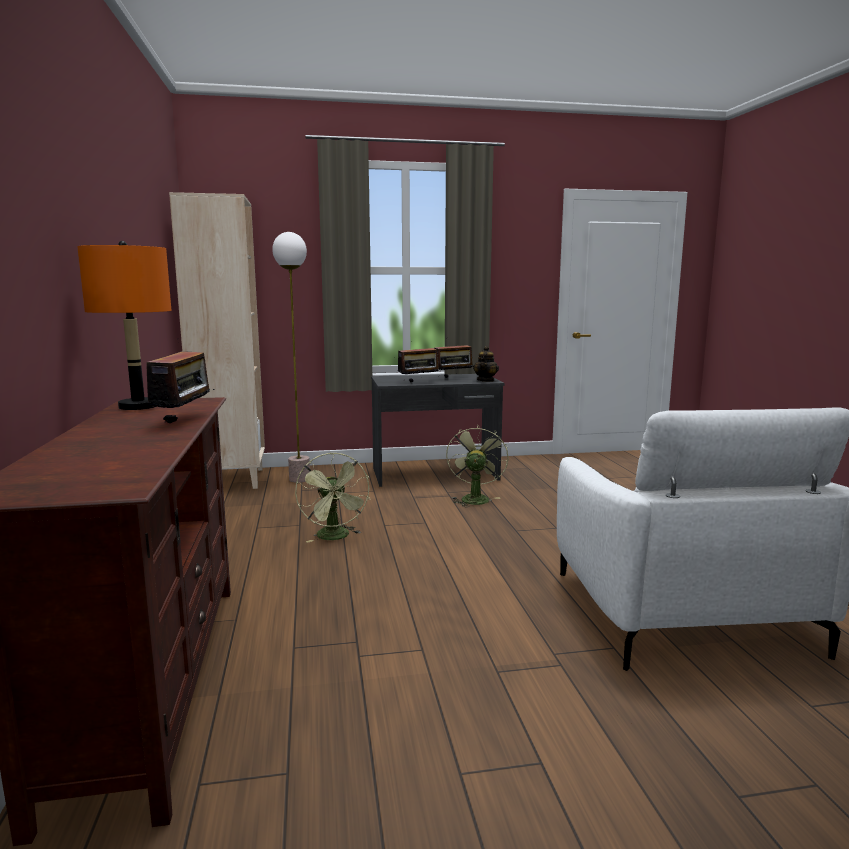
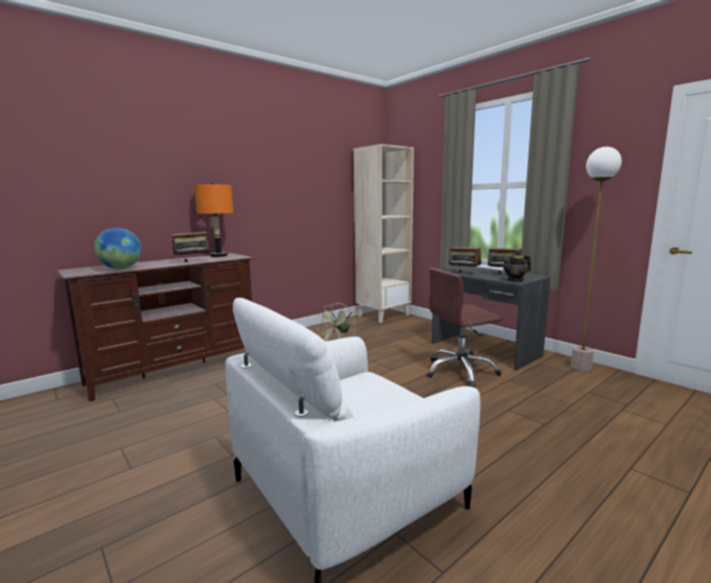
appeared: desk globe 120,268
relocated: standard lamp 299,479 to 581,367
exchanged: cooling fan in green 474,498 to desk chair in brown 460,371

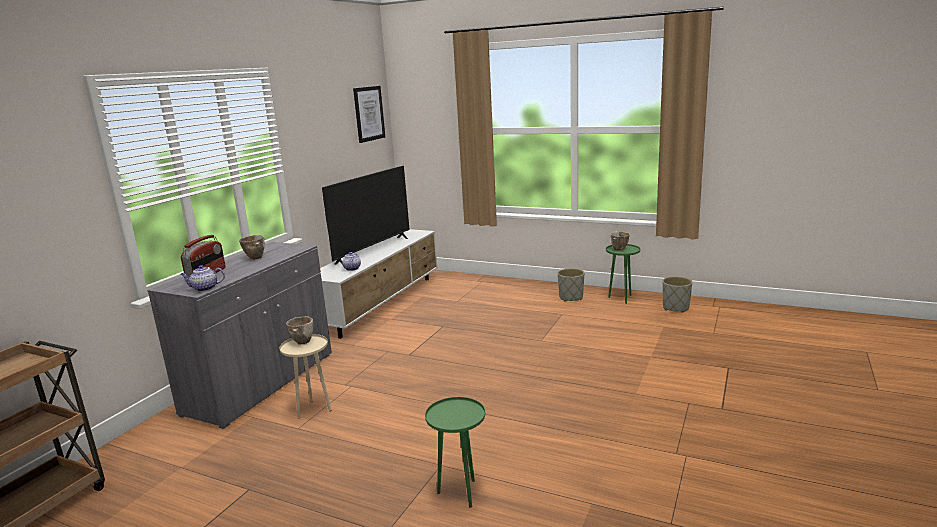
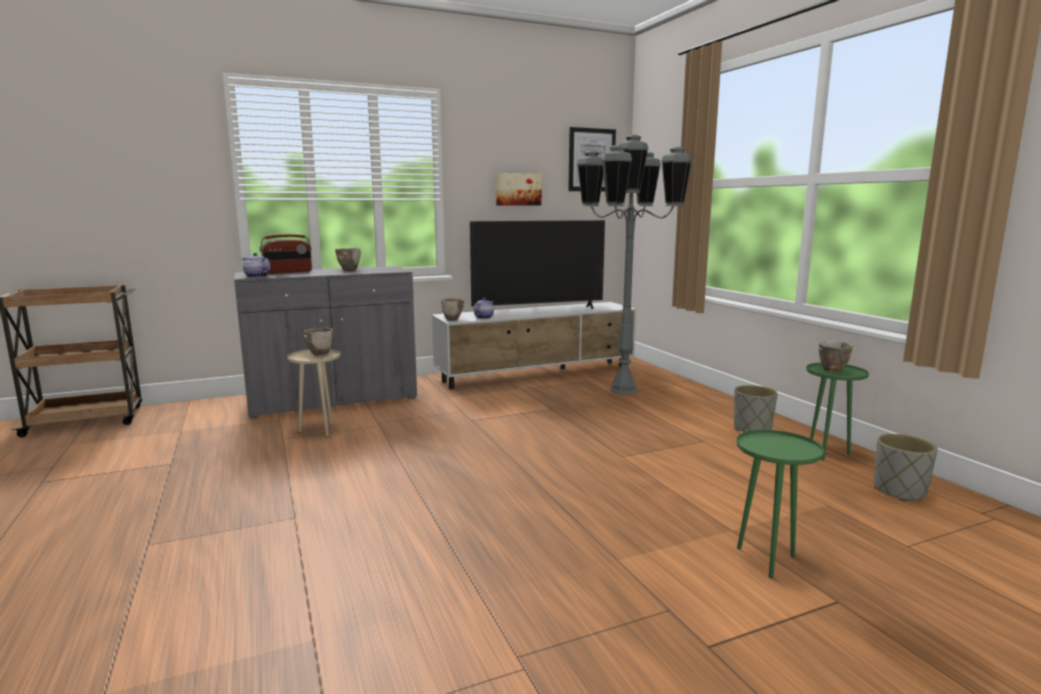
appeared: serving bowl 453,319; wall picture 518,189; standard lamp in grey 624,390
relocated: side table in green 460,493 to 767,559

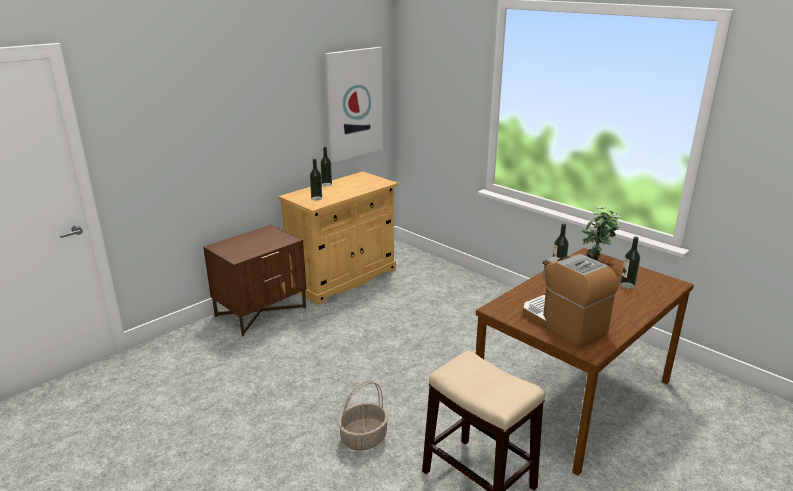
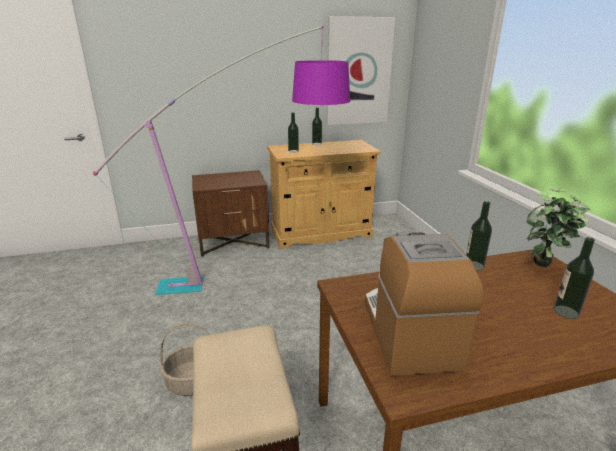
appeared: standard lamp 258,279

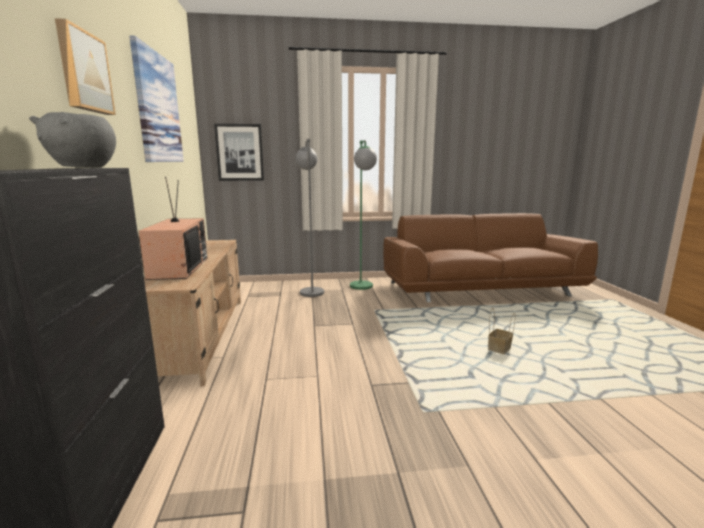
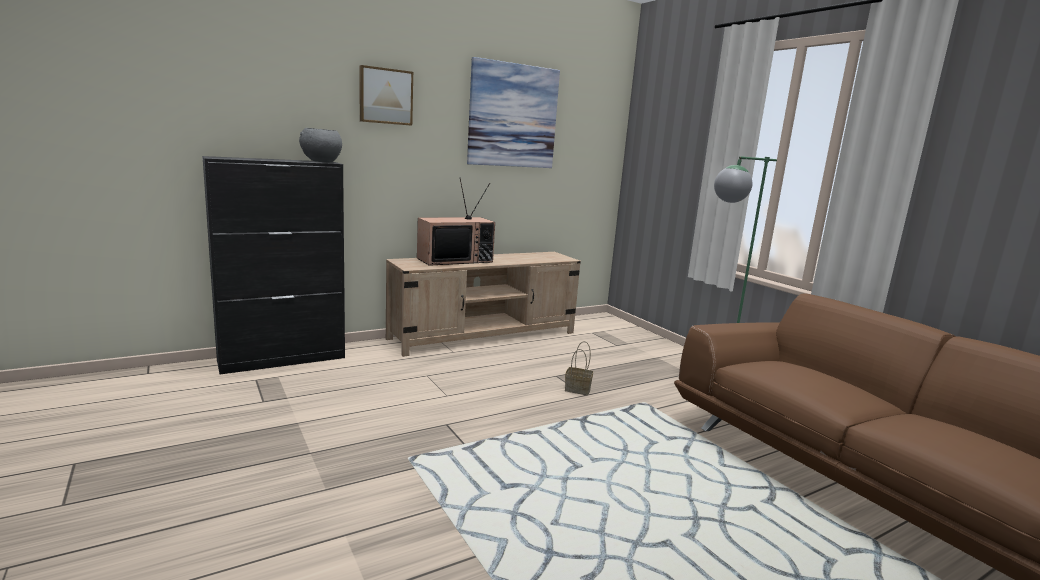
missing: wall picture 240,152; standard lamp in grey 311,290
relocated: household basket 499,349 to 578,389

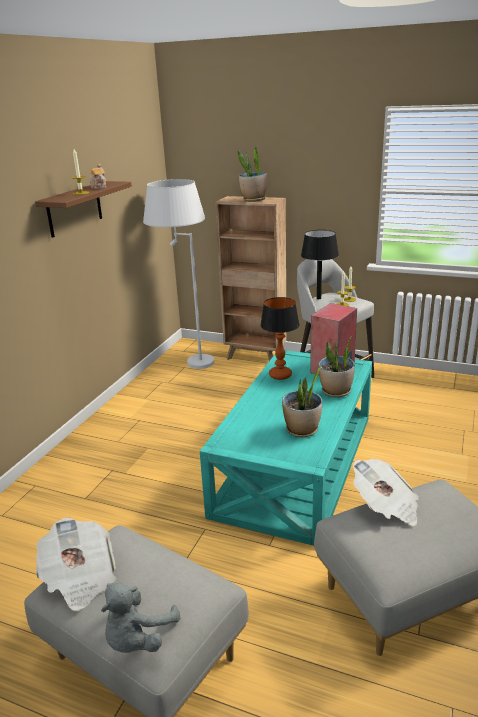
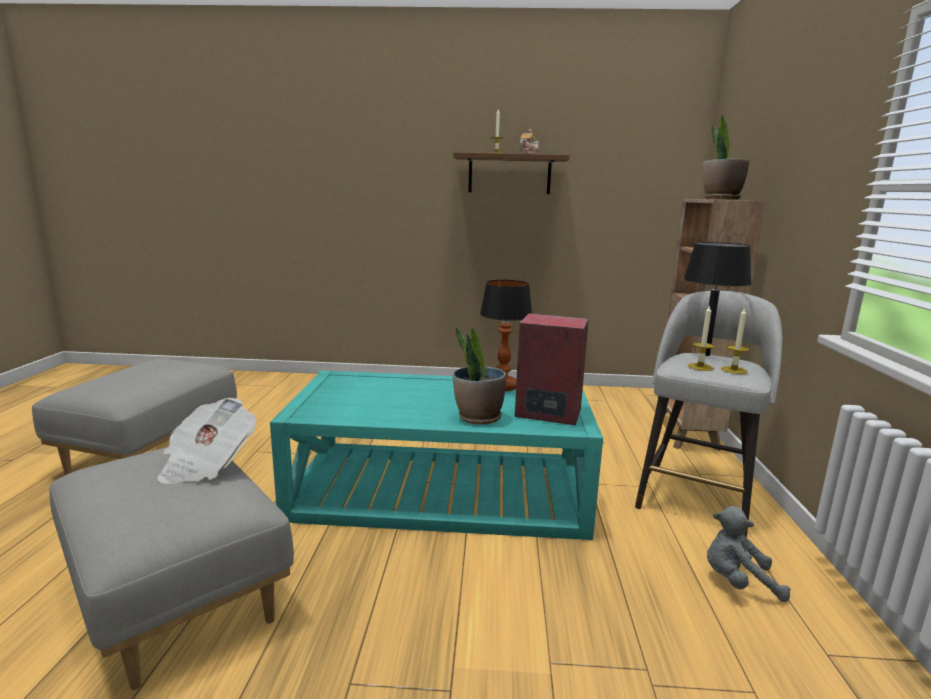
missing: newspaper 79,578; standard lamp in white-coloured 187,360; potted plant 302,430
relocated: soft toy in grey 138,639 to 737,582

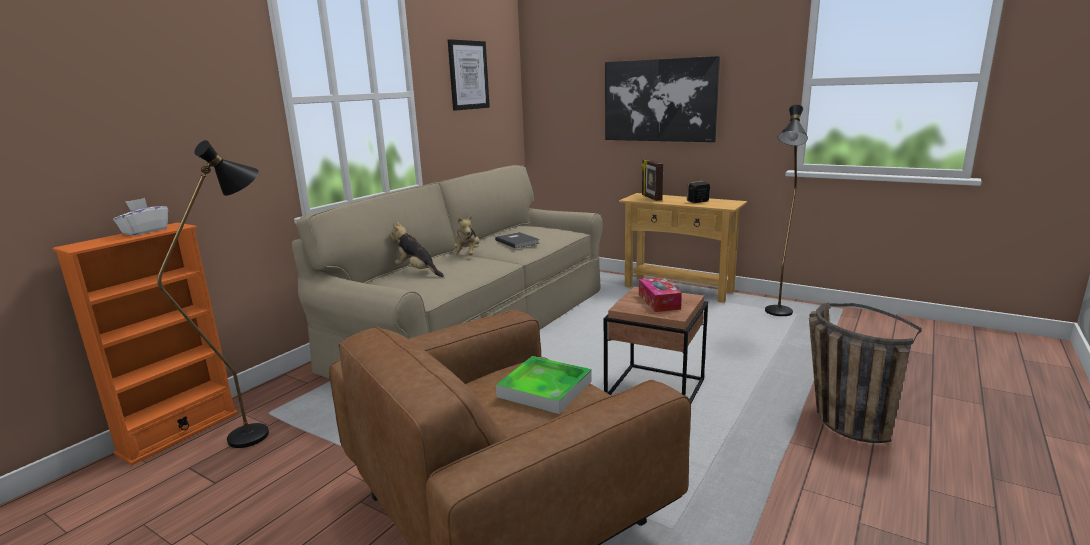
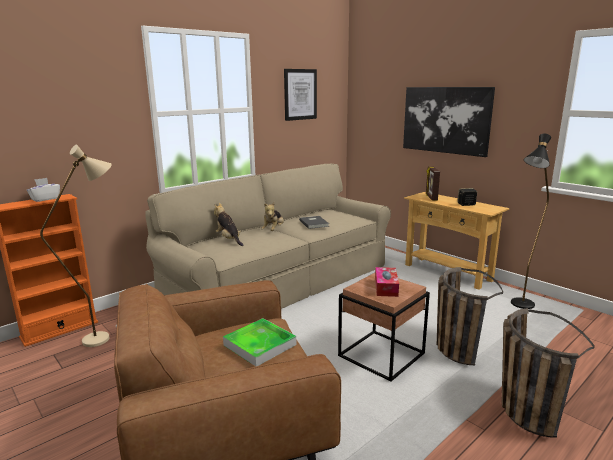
appeared: household basket 453,345
colour: standard lamp in black-coloured 262,430 to standard lamp in beige-coloured 106,336

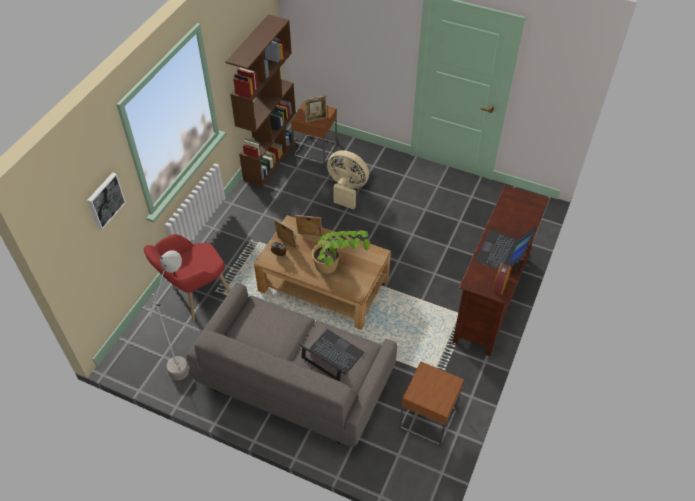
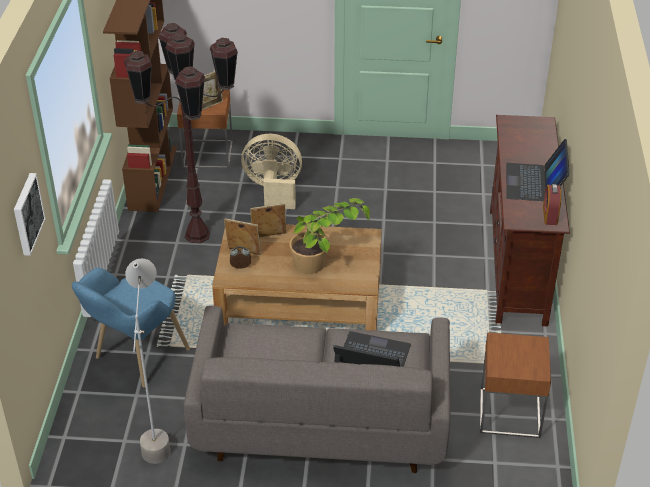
appeared: standard lamp in brown 196,235
colour: lounge chair in reddish 196,298 to lounge chair in blue 134,361

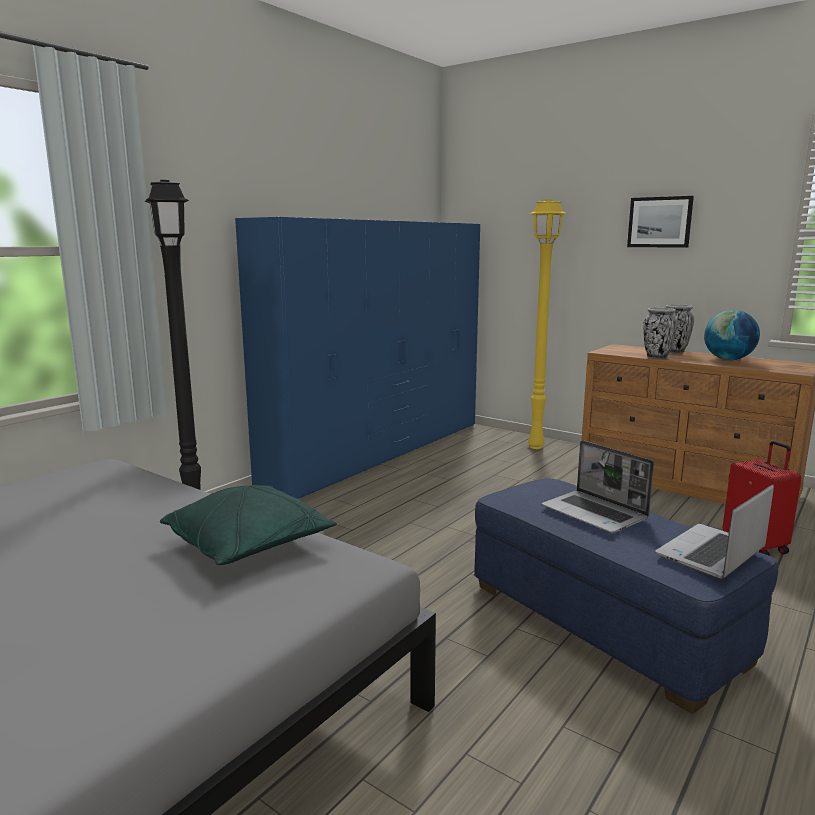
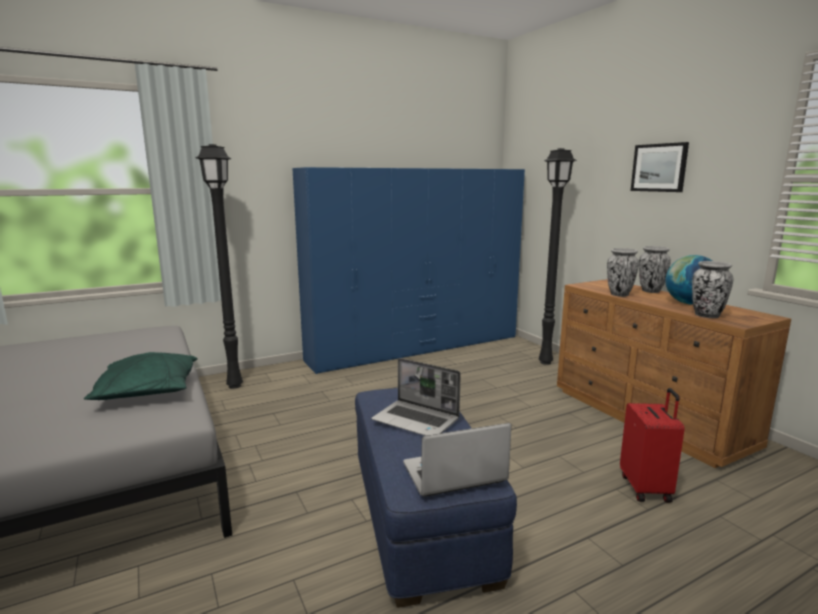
appeared: decorative vase 706,316
colour: standard lamp in yellowish 534,447 to standard lamp in black-coloured 544,362
spun: laptop 595,513 = 417,420 45 degrees counterclockwise

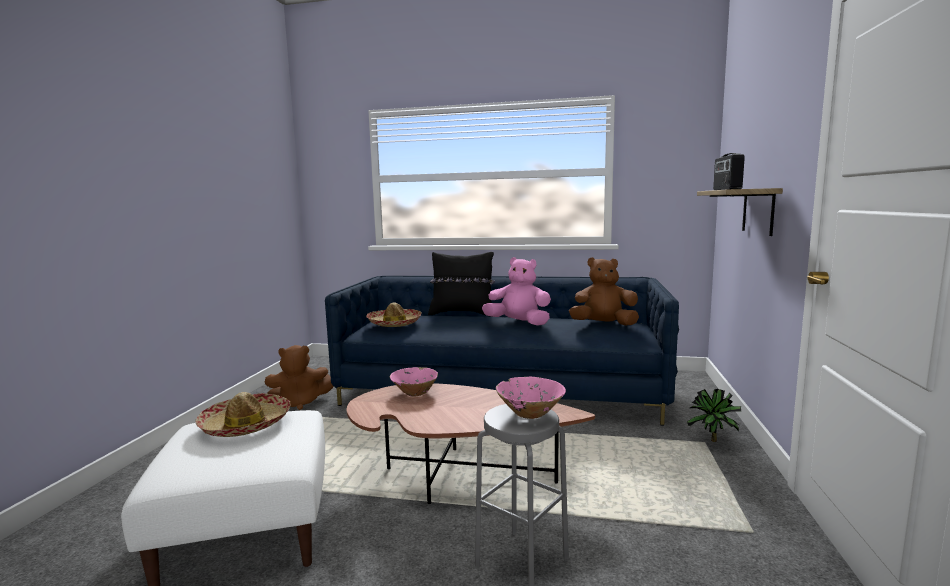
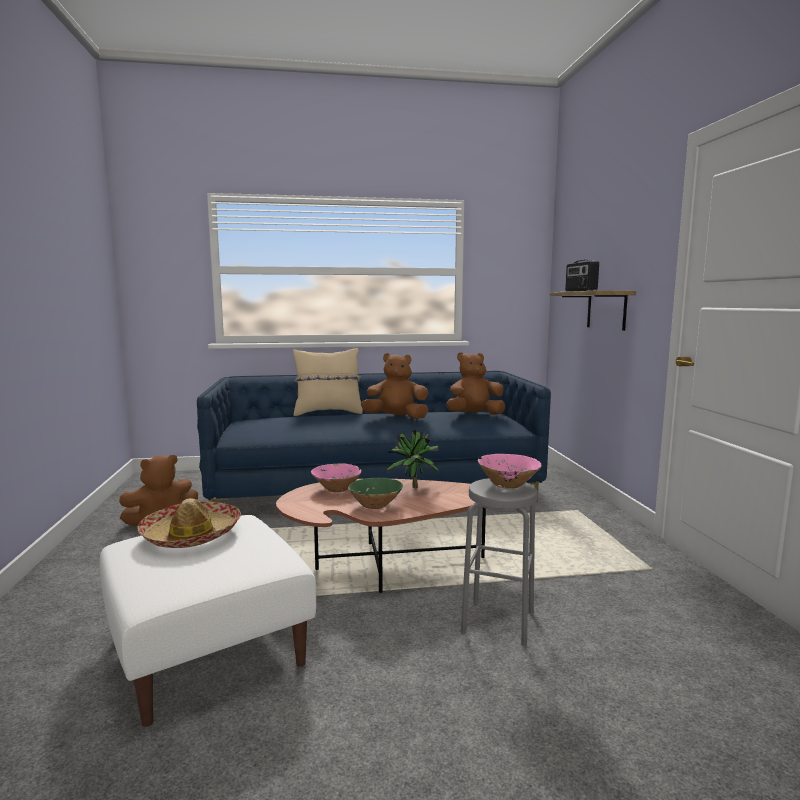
missing: hat 394,323
appeared: serving bowl in green 375,505
relocated: potted plant 712,442 to 413,488
colour: cushion in black-coloured 462,313 to cushion in beige-coloured 328,413; soft toy in pink-coloured 519,323 to soft toy in brown 396,418

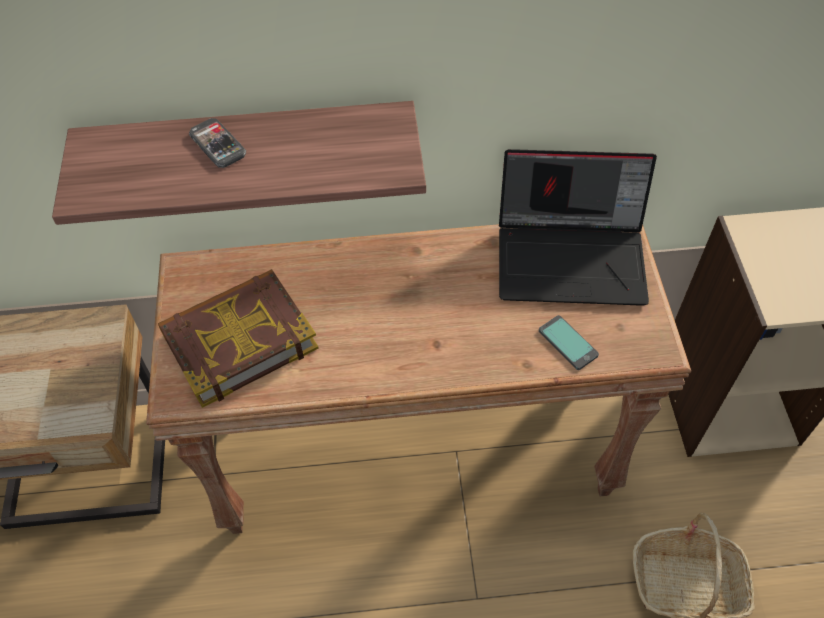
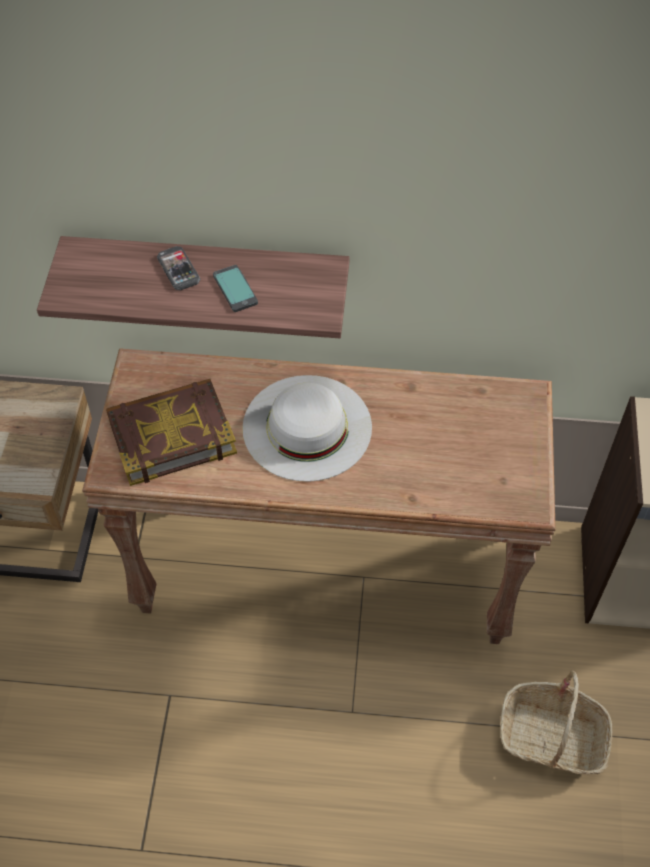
missing: laptop 572,257
appeared: hat in white-coloured 307,427
relocated: phone 568,343 to 235,289

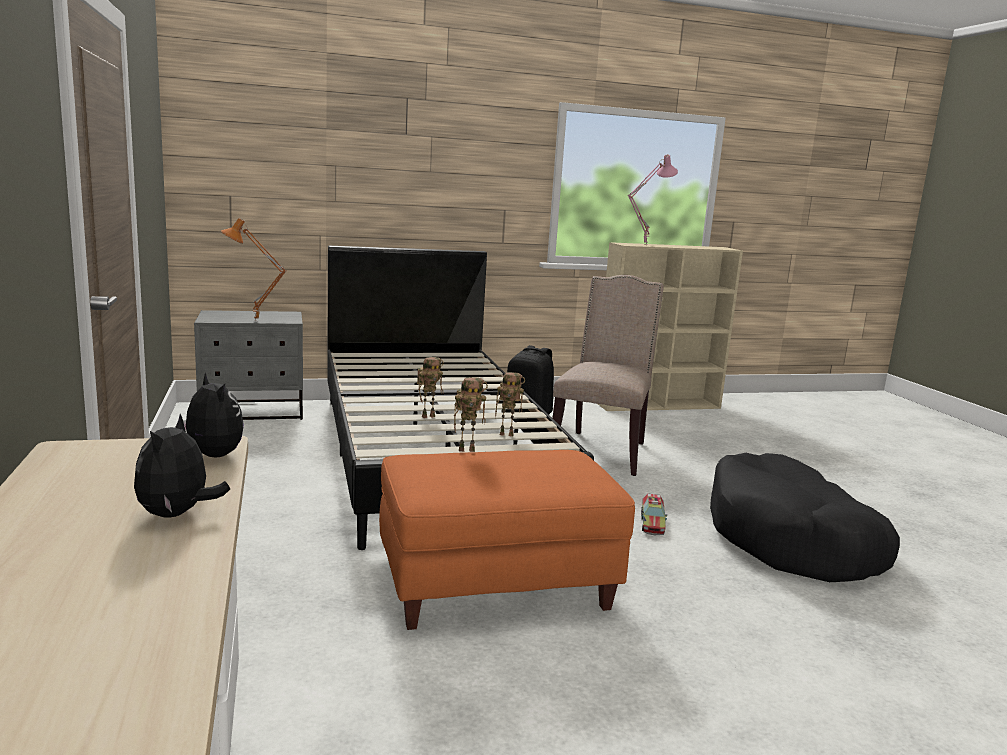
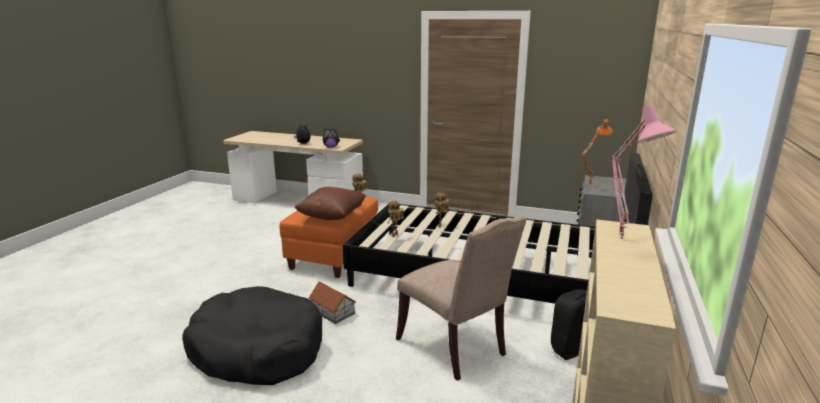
appeared: cushion in brown 332,216
exchanged: toy truck 652,523 to toy house 332,311

